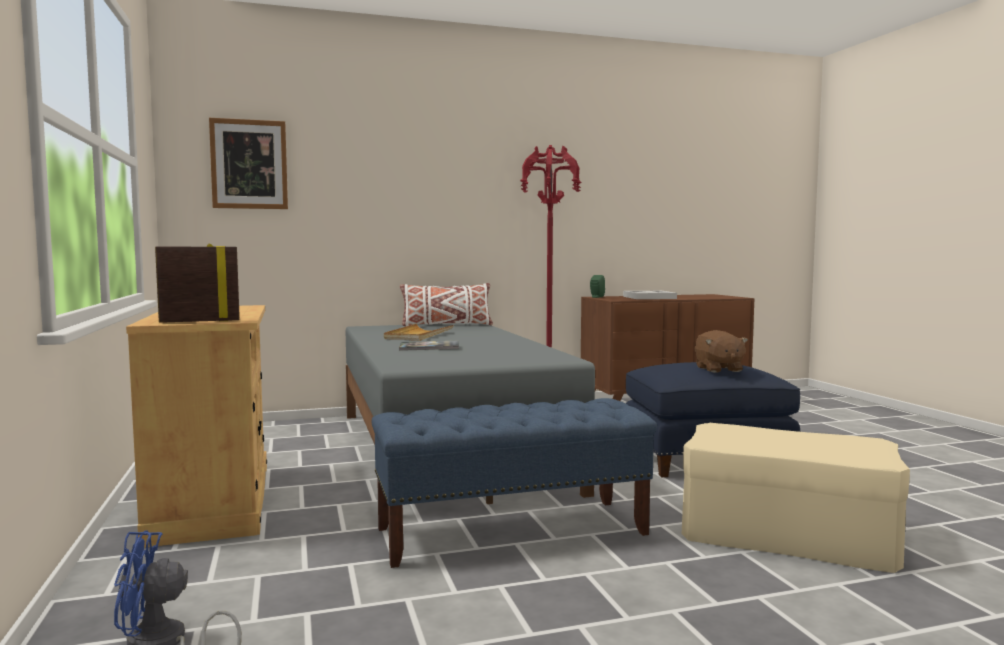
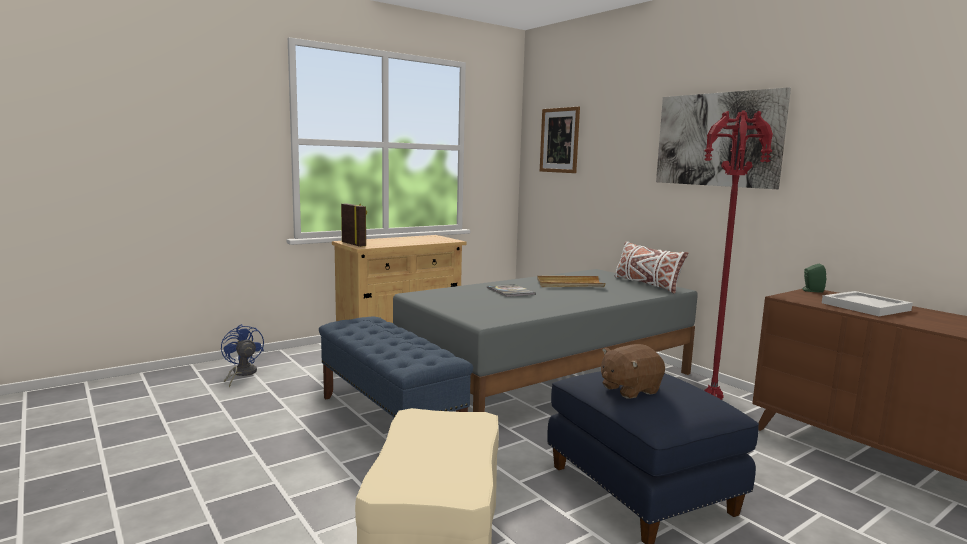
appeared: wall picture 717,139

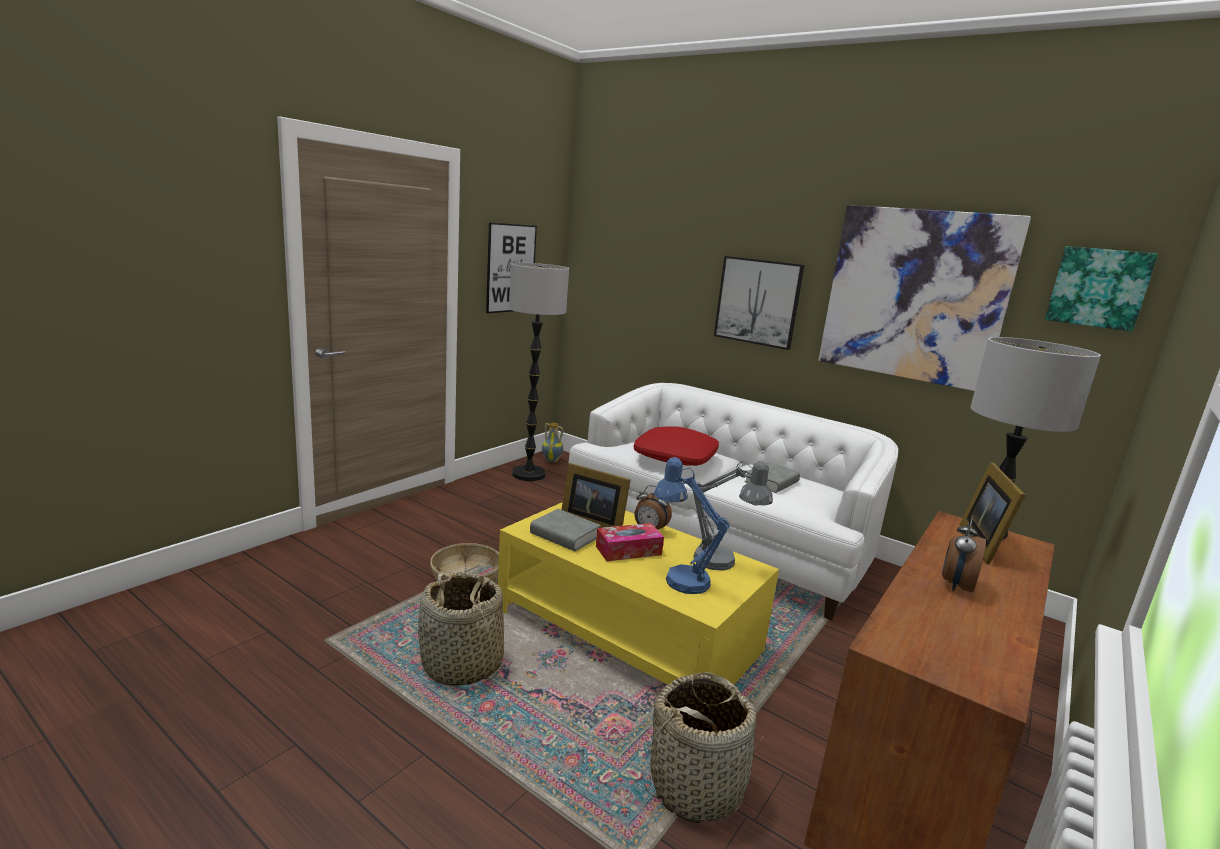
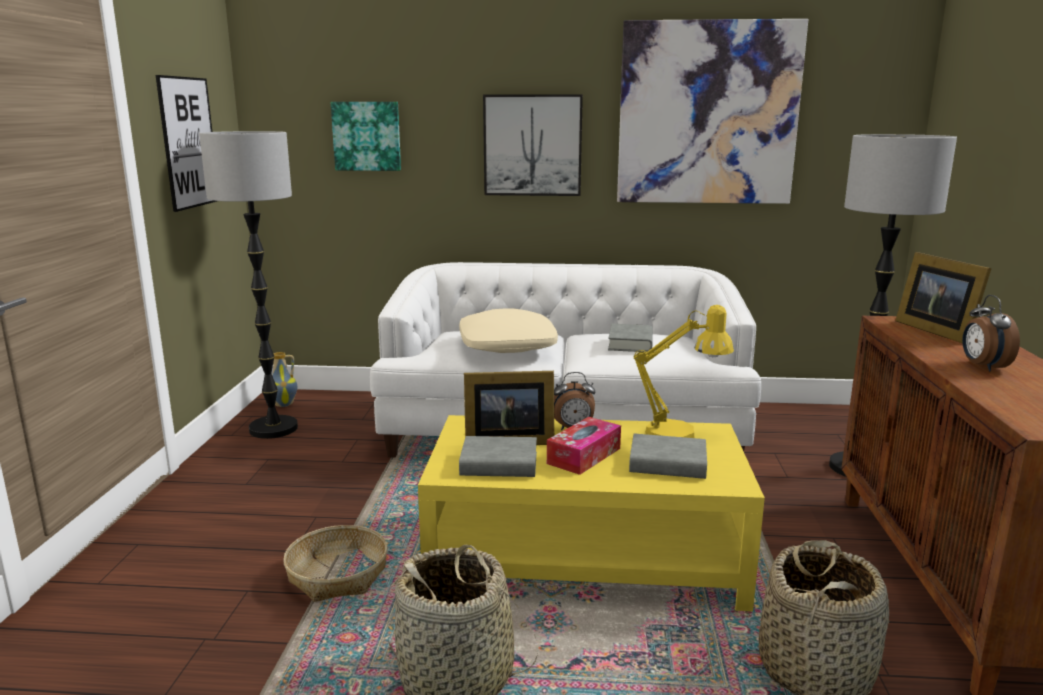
relocated: wall picture 1098,288 to 367,136
exchanged: tabletop lamp in blue 679,578 to volume in grey 667,464
colour: cushion in reddish 675,456 to cushion in beige-coloured 506,345; tabletop lamp in grey 722,563 to tabletop lamp in yellowish 681,435

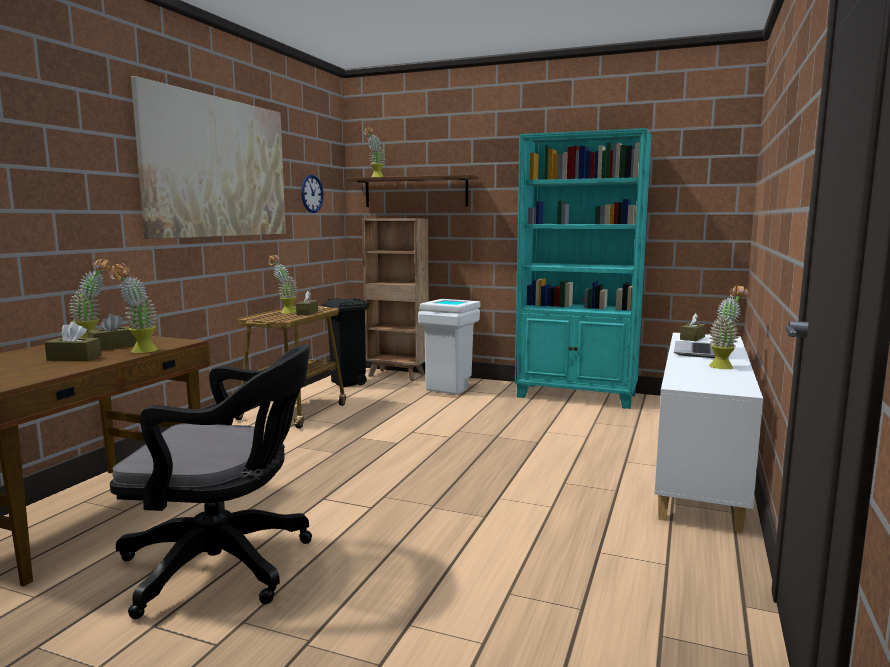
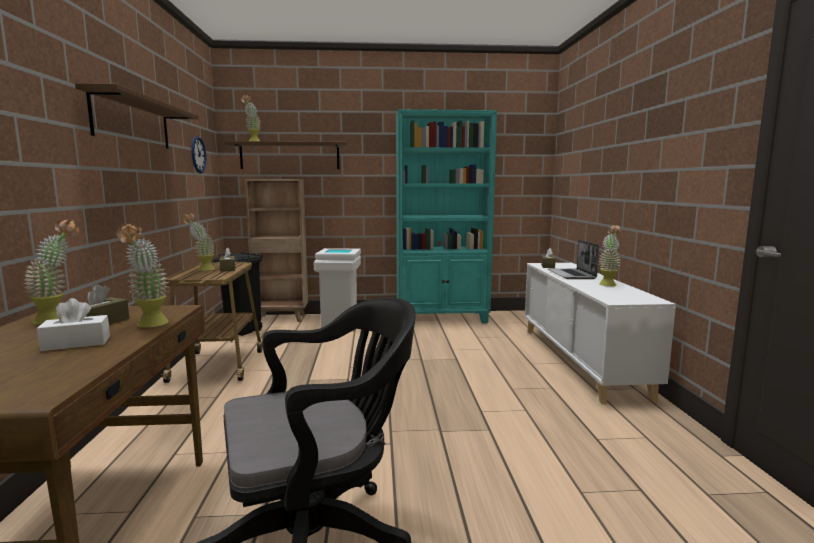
exchanged: wall picture 218,167 to wall shelf in brown 133,122
colour: tissue box in brown 74,358 to tissue box in white-coloured 76,343

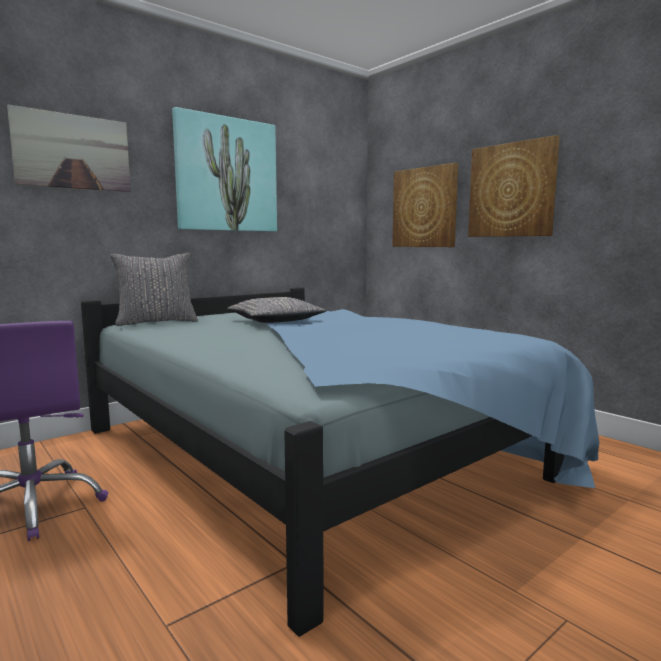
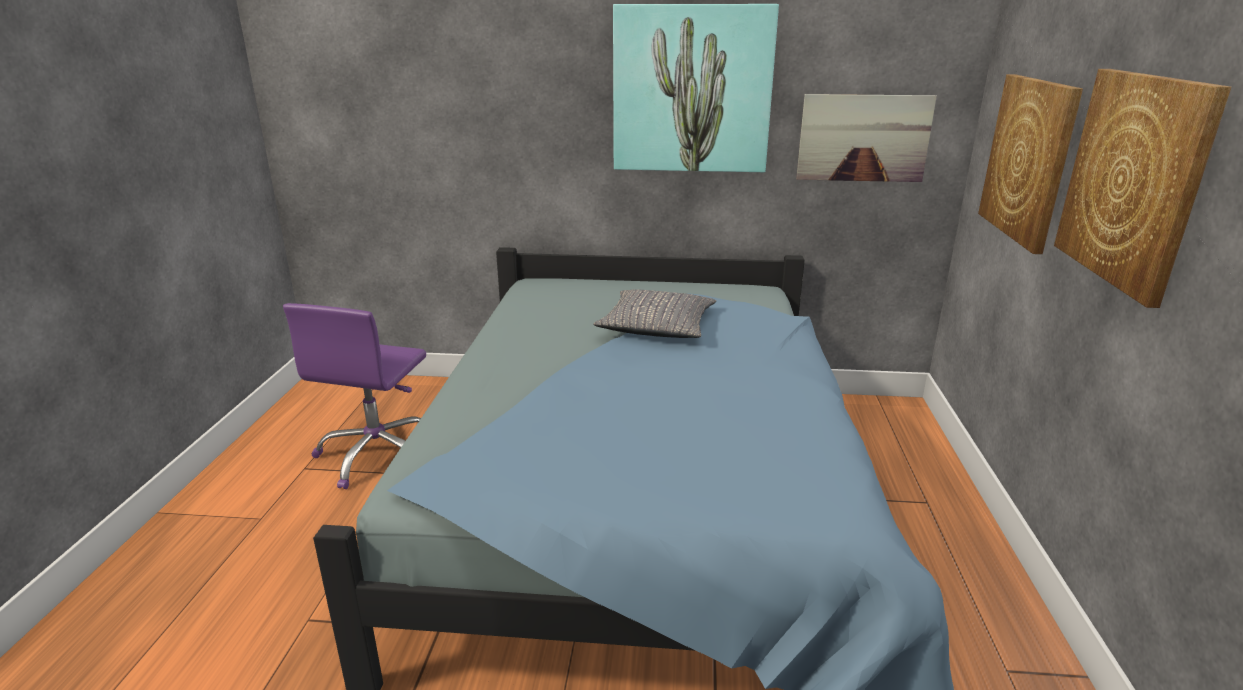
missing: cushion in grey 156,322
relocated: wall picture 73,152 to 863,138

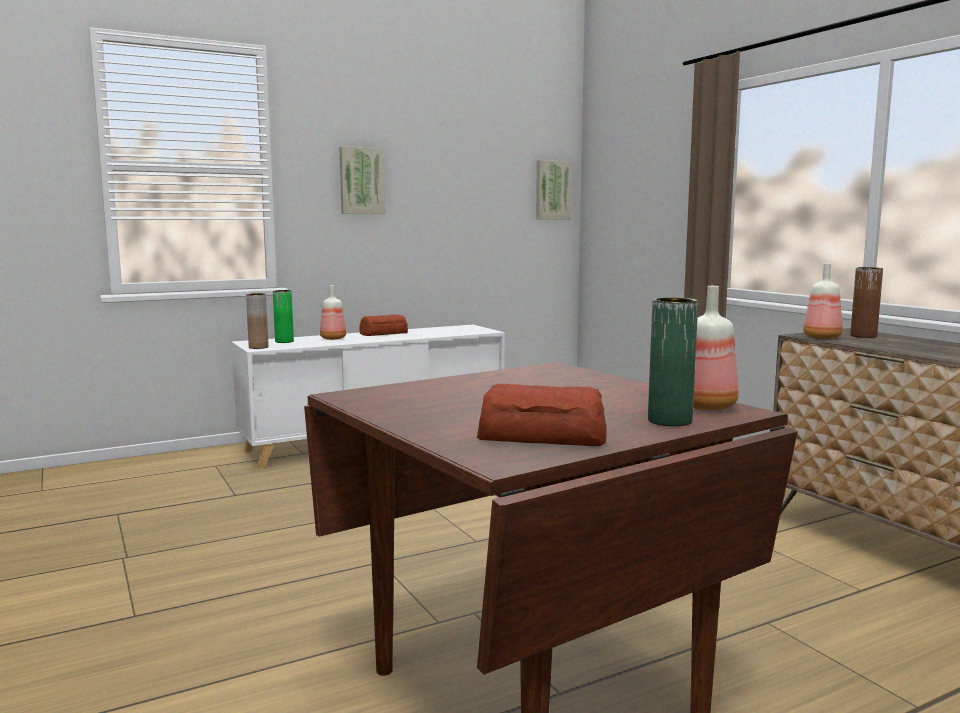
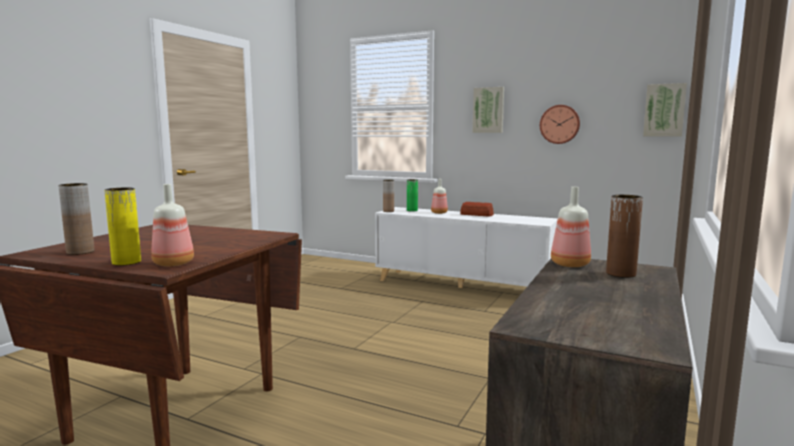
appeared: clock on the wall 559,124
exchanged: bakery bread 544,436 to decorative vase in brown 80,252
colour: decorative vase in green 669,421 to decorative vase in yellowish 126,262

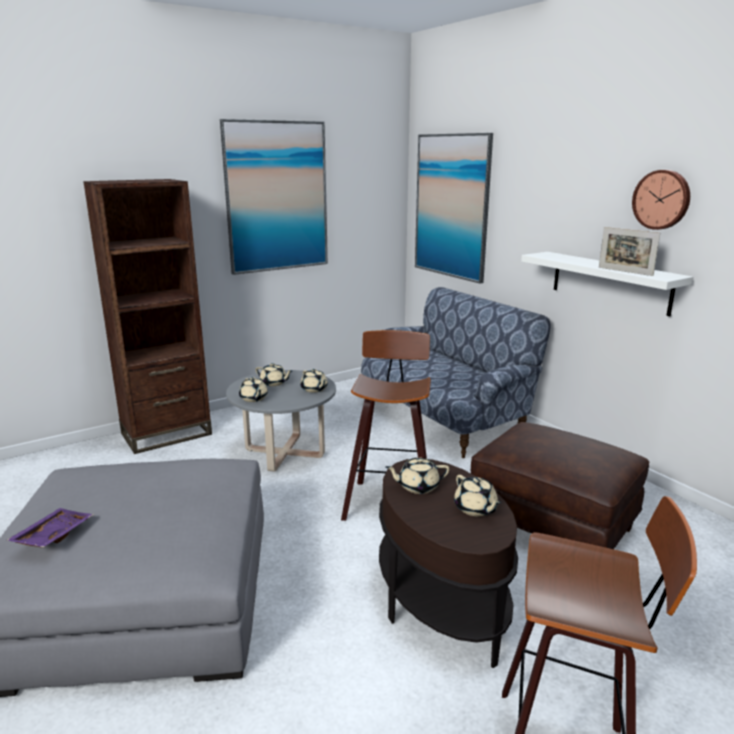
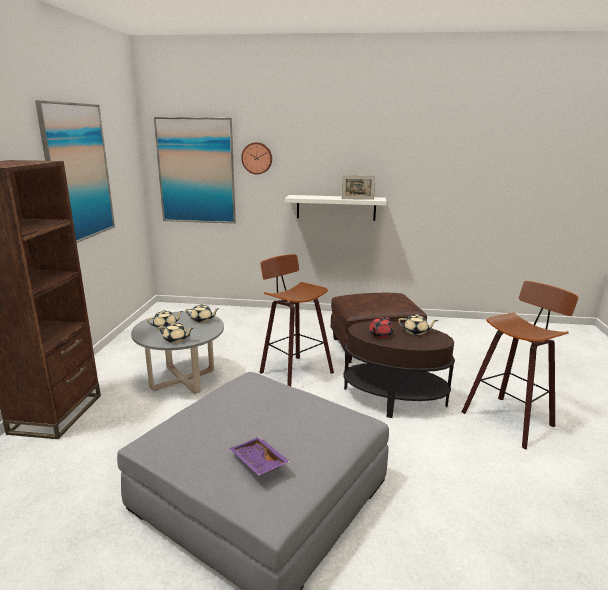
missing: settee 444,418
relocated: clock on the wall 662,199 to 257,158
colour: pot for tea in beige-coloured 417,486 to pot for tea in reddish 380,335

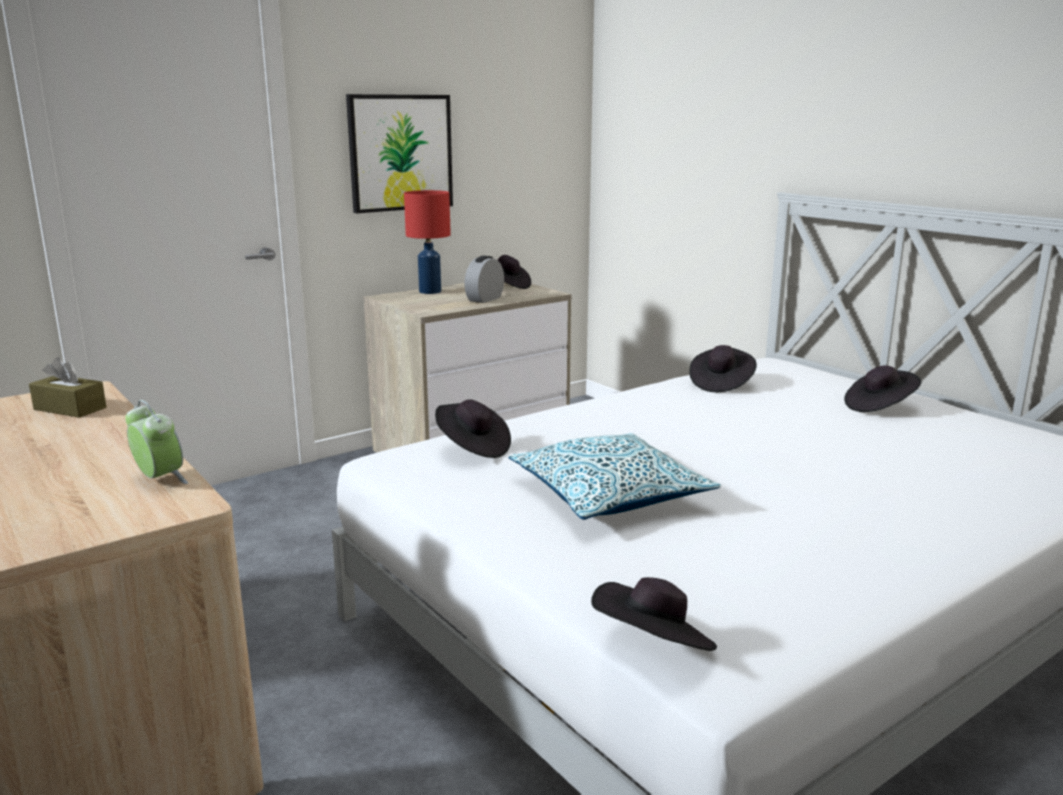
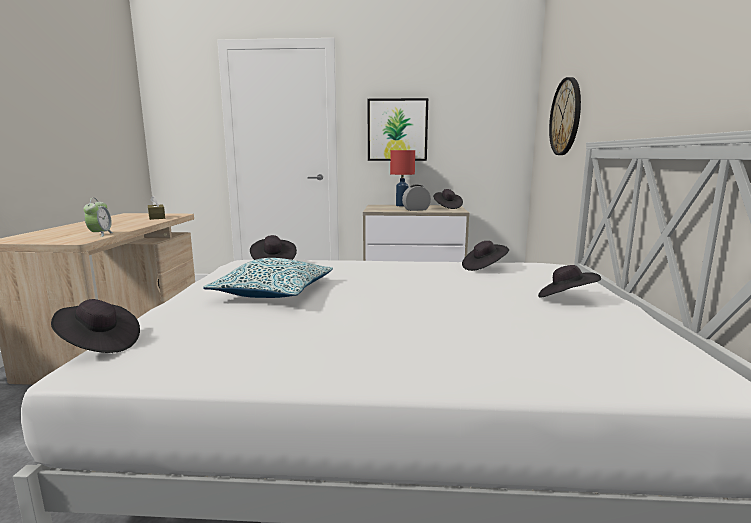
appeared: clock on the wall 565,117

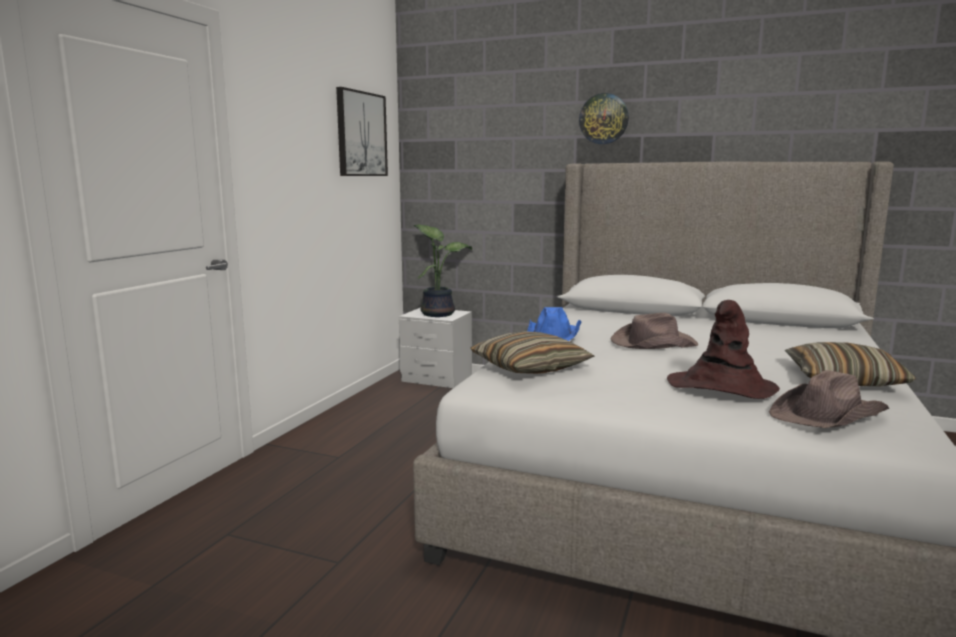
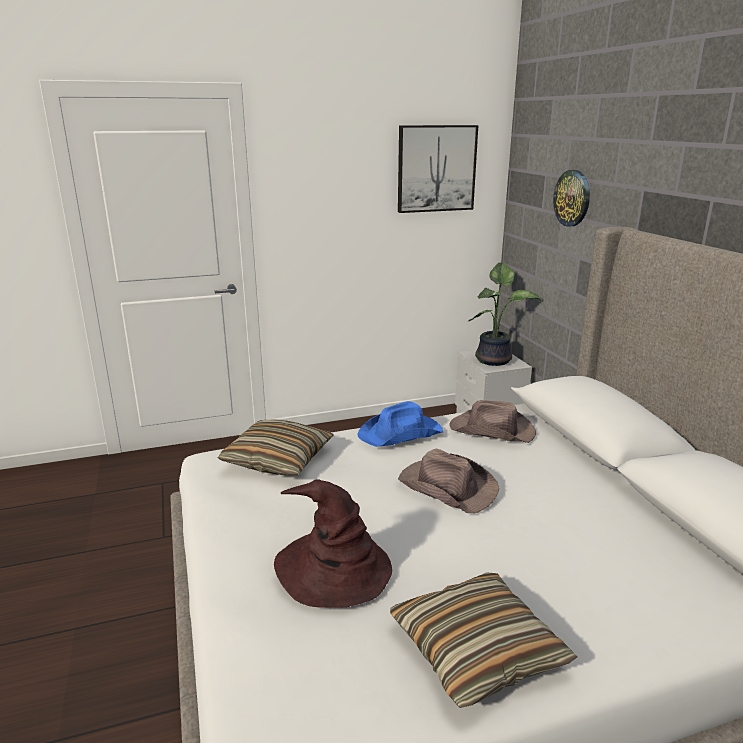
relocated: hat in brown 828,415 to 492,431; clock on the wall 603,119 to 572,198

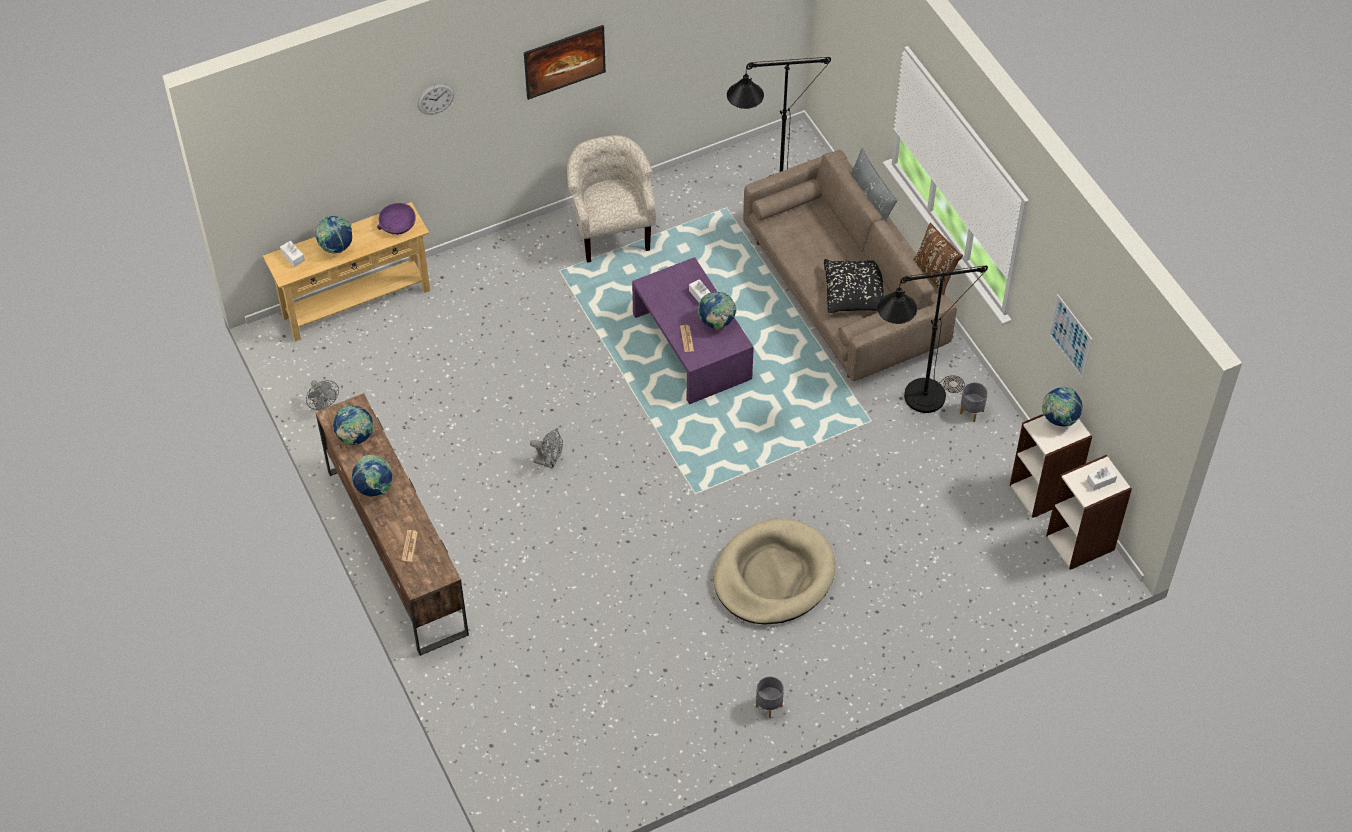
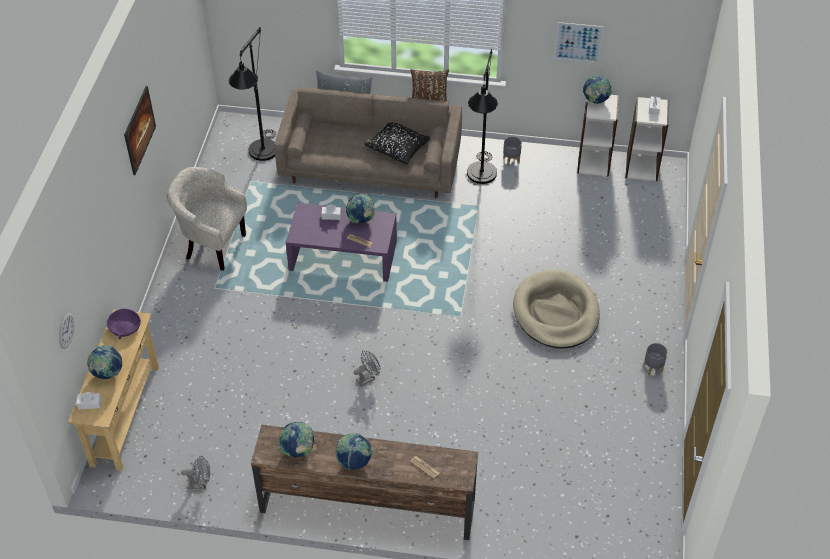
relocated: clock on the wall 435,99 to 66,330

